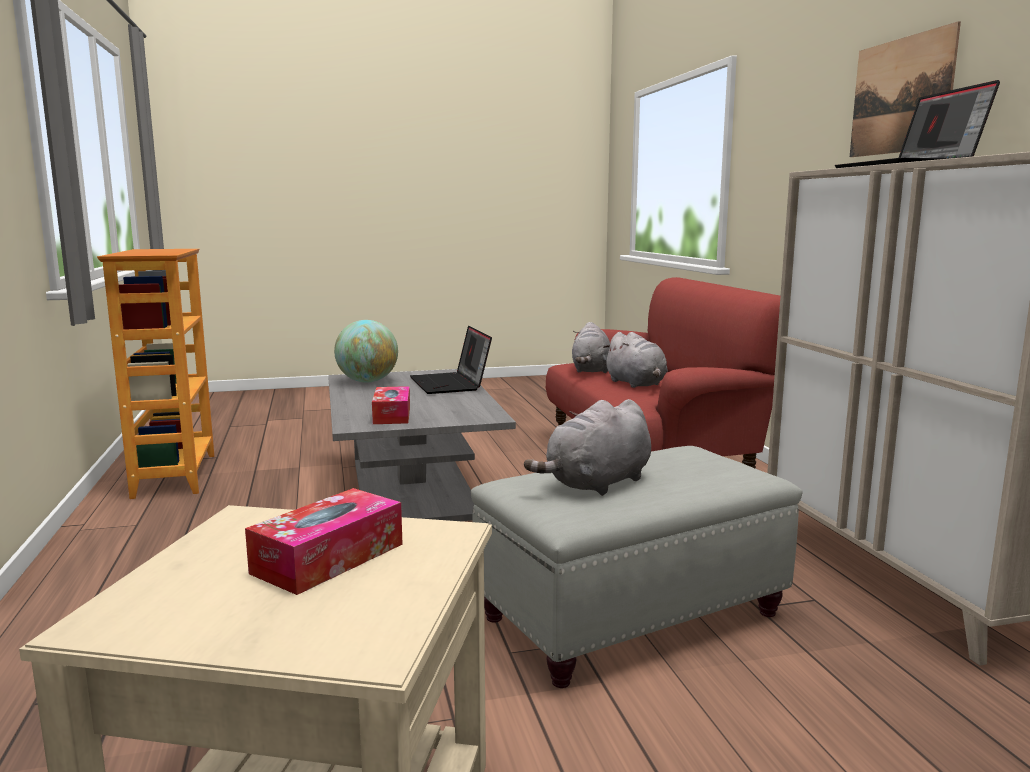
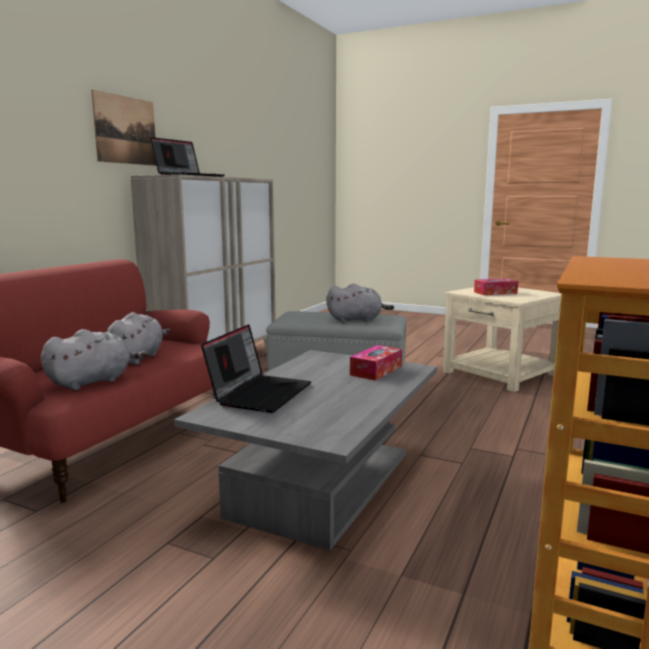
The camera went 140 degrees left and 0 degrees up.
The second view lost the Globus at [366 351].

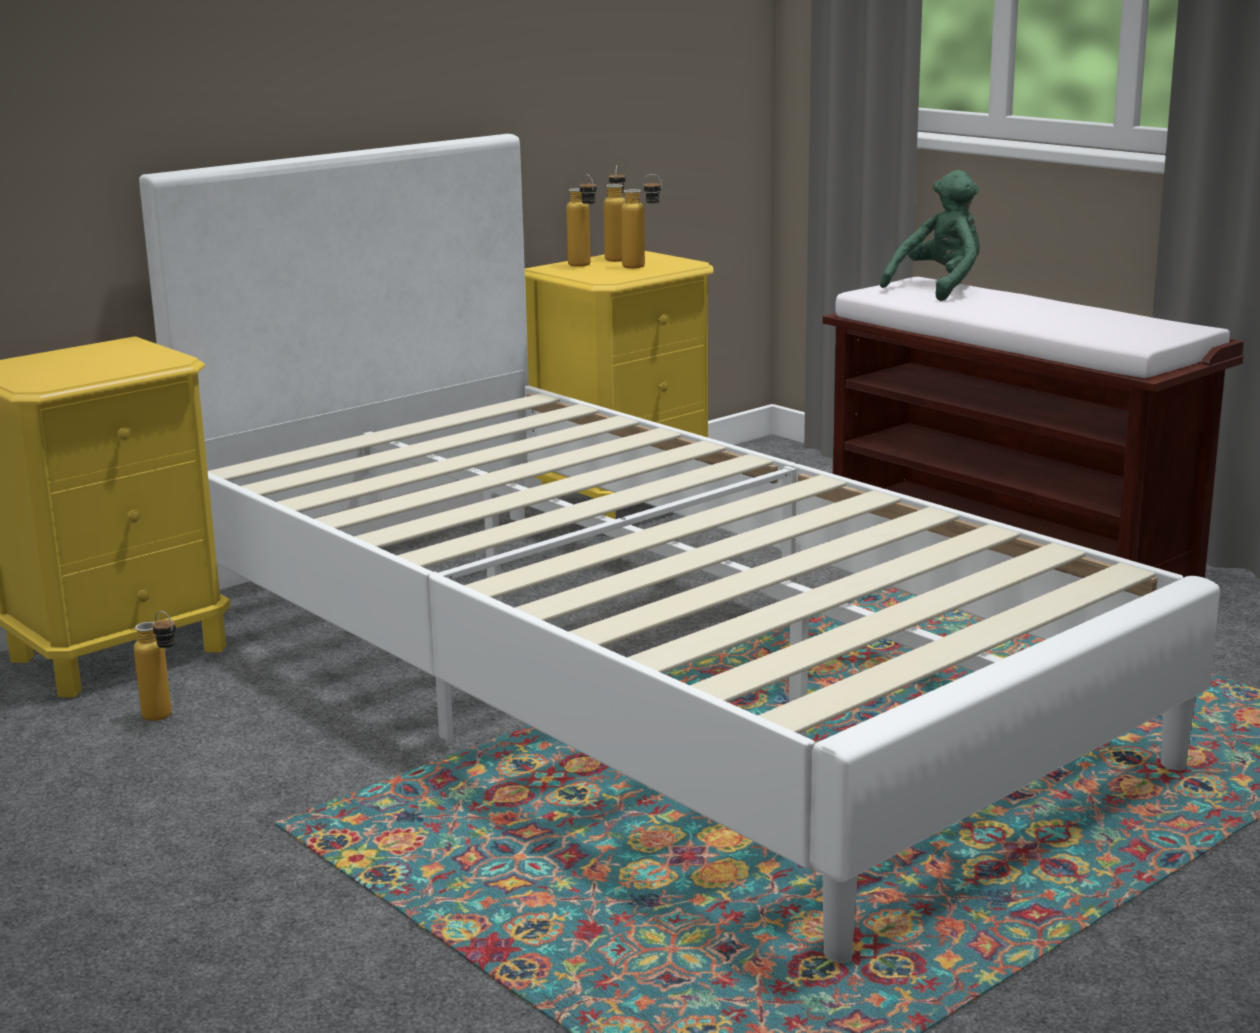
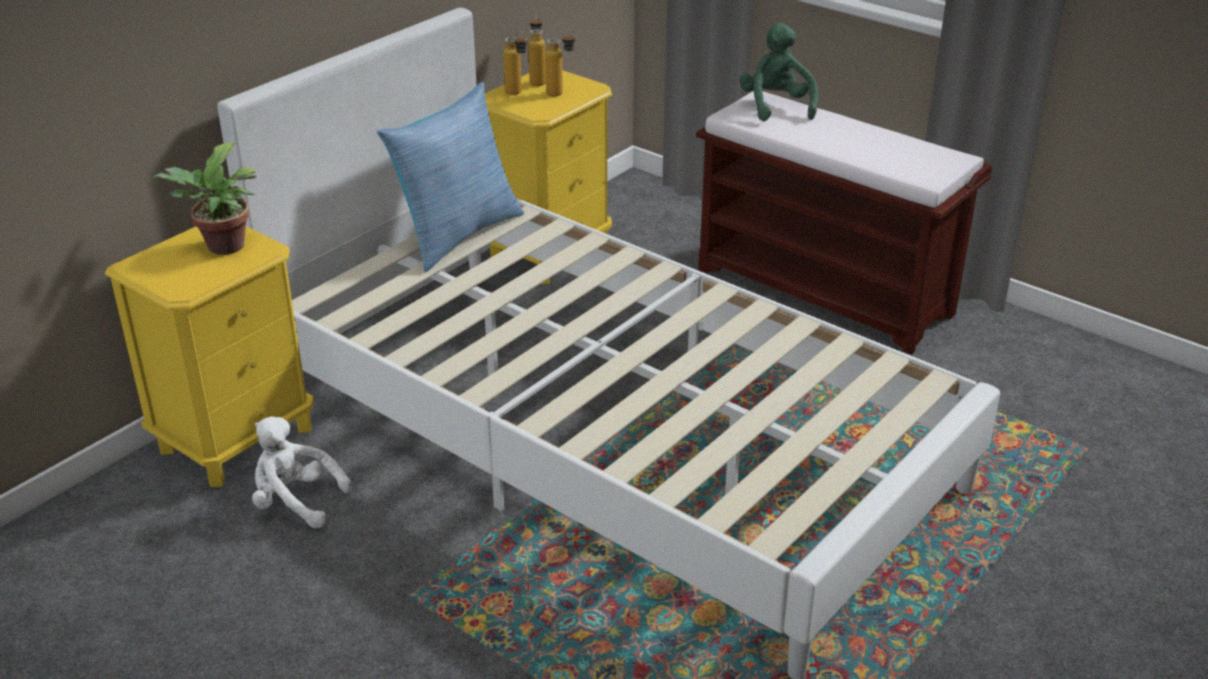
The camera went 10 degrees left and 15 degrees up.
The Plüschtier/grün at [930 235] ended up facing another way, 45 degrees counterclockwise from before.
Where the Flasche stood at [155 666], the Plüschtier/weiß came to stand at [302 472].
The second view gained the Kissen at [450 177].
The second view gained the Topfpflanze at [204 198].

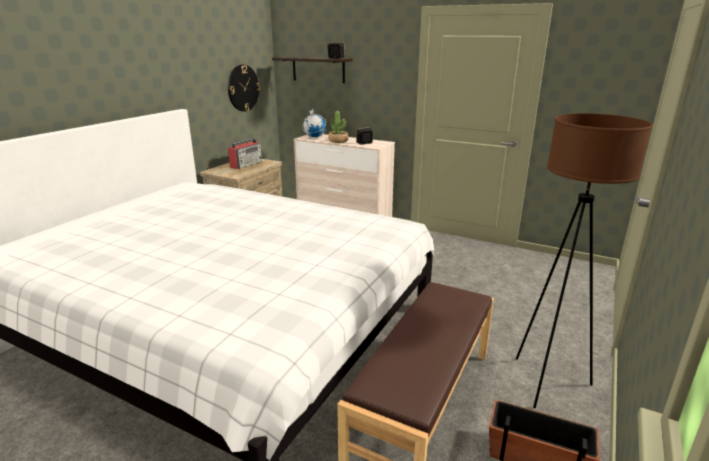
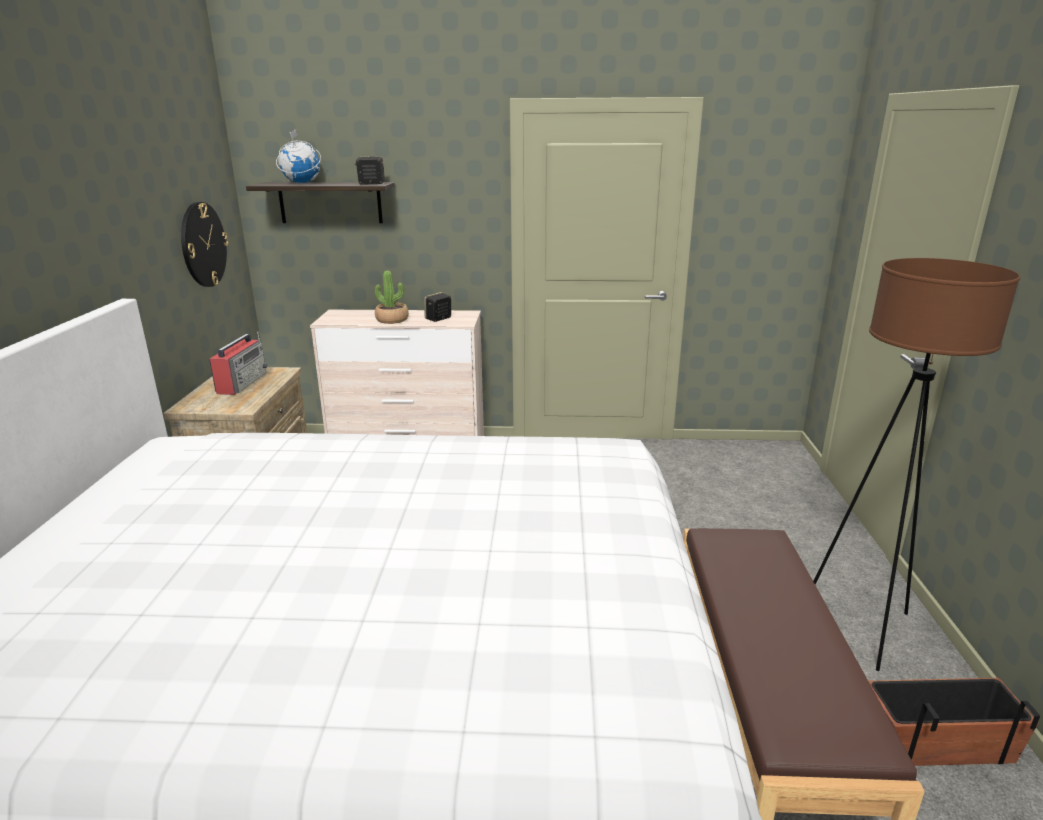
The camera went 25 degrees left and 0 degrees up.
The Globus ended up elsewhere, having gone from [314 123] to [298 156].

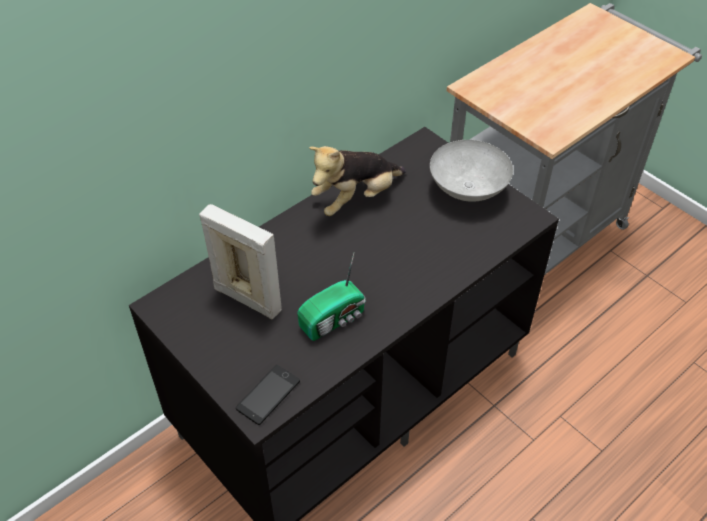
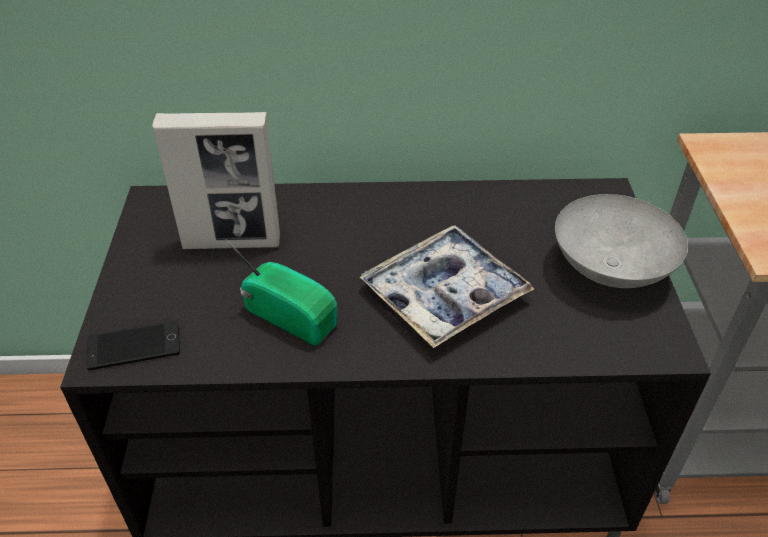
The camera went 40 degrees right and 5 degrees down.
The second view lost the Plüschtier at [357 181].
The Bilderrahmen at [240 262] ended up facing another way, 105 degrees clockwise from before.
The Radio at [331 297] ended up facing another way, 150 degrees counterclockwise from before.
The second view gained the Tablett at [447 286].

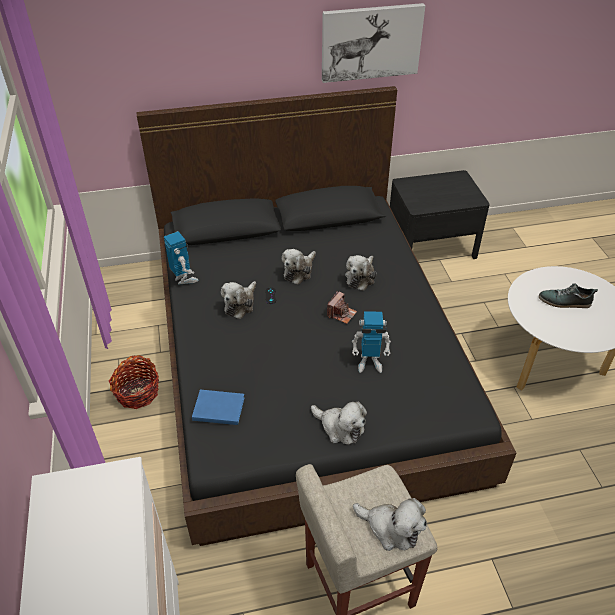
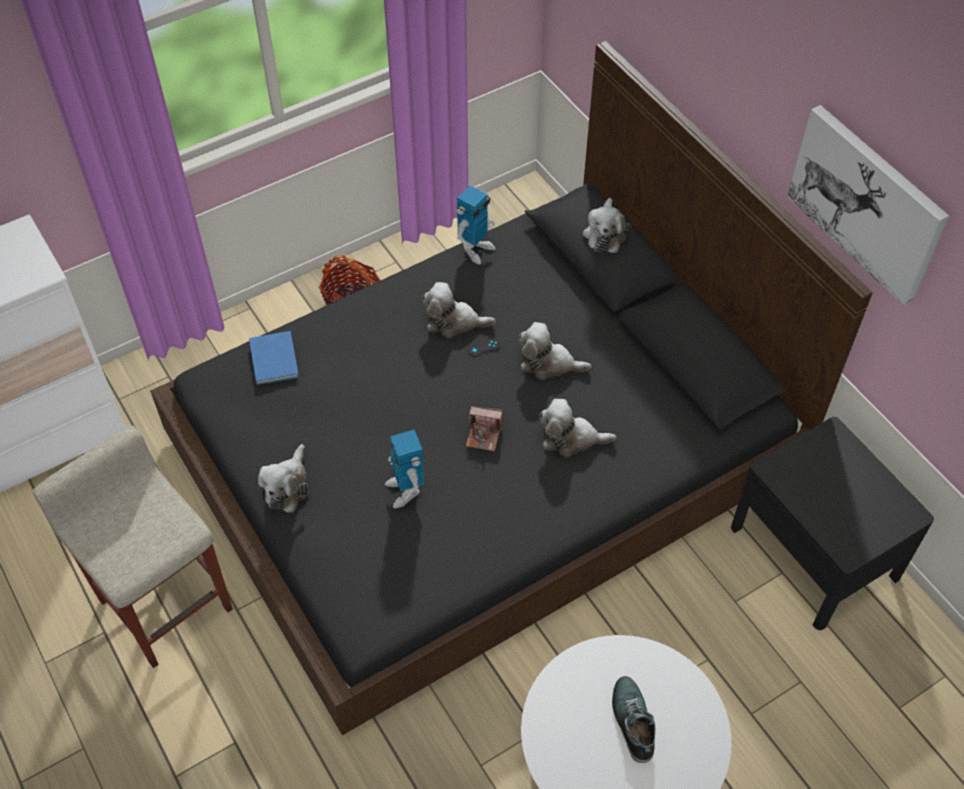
The camera went 70 degrees right and 10 degrees up.
The Plüschtier ended up elsewhere, having gone from [390 524] to [607 225].

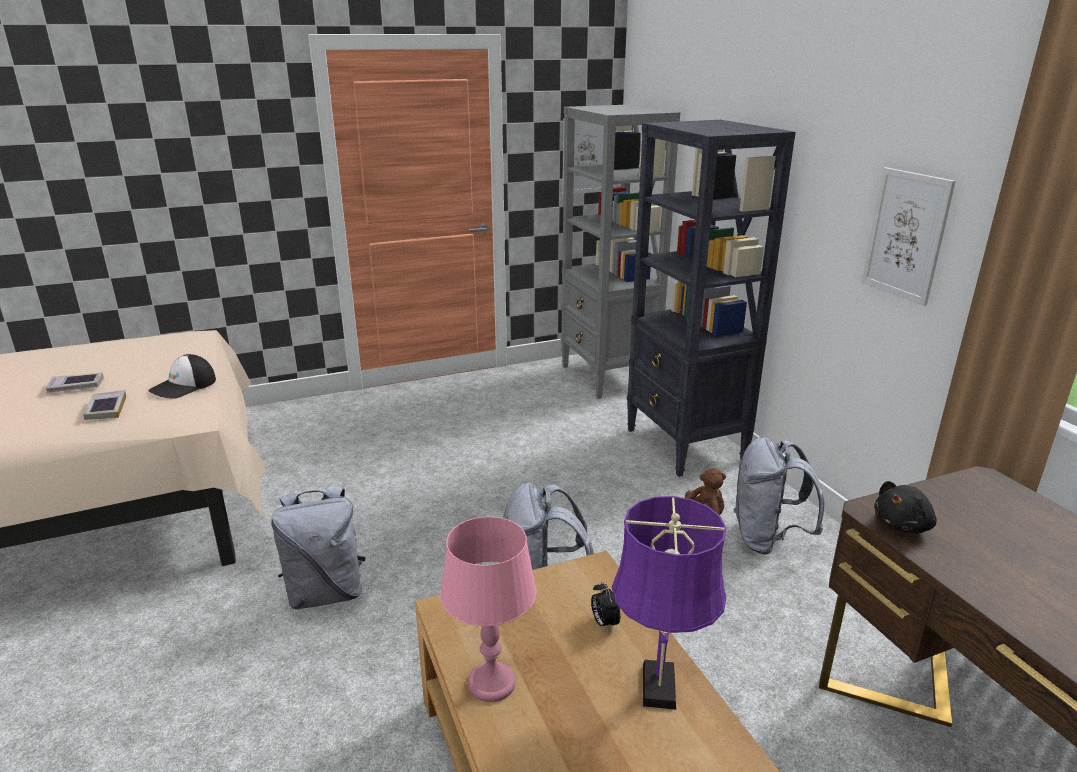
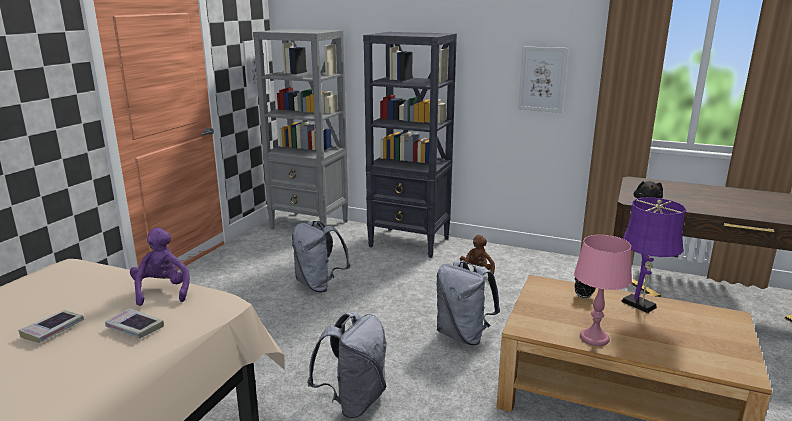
The camera went 45 degrees left and 5 degrees down.
Where the Kappe stood at [182 376], the Plüschtier/lila came to stand at [160 267].
The Rucksack/grau ended up elsewhere, having gone from [778 495] to [321 256].

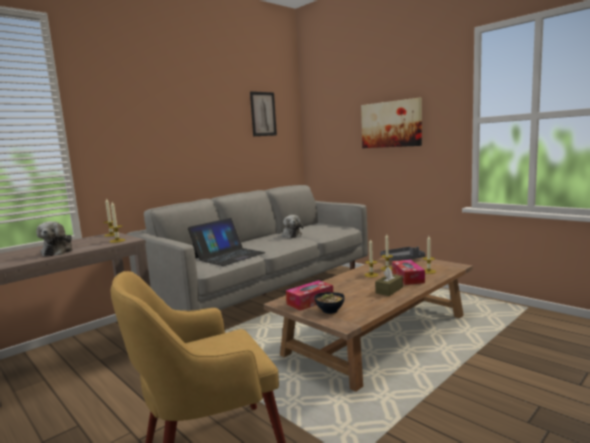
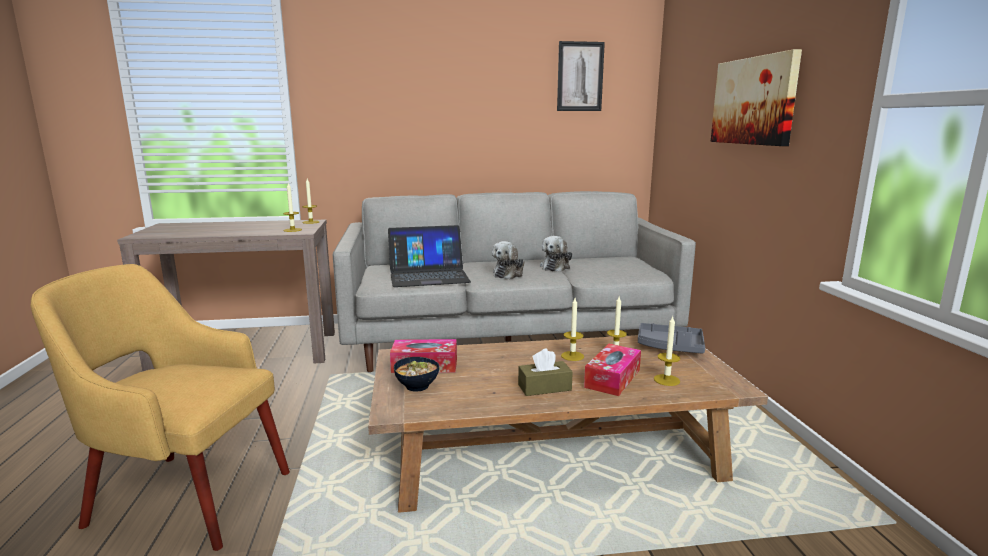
The camera went 35 degrees right and 5 degrees up.
The Plüschtier ended up elsewhere, having gone from [55 238] to [508 260].

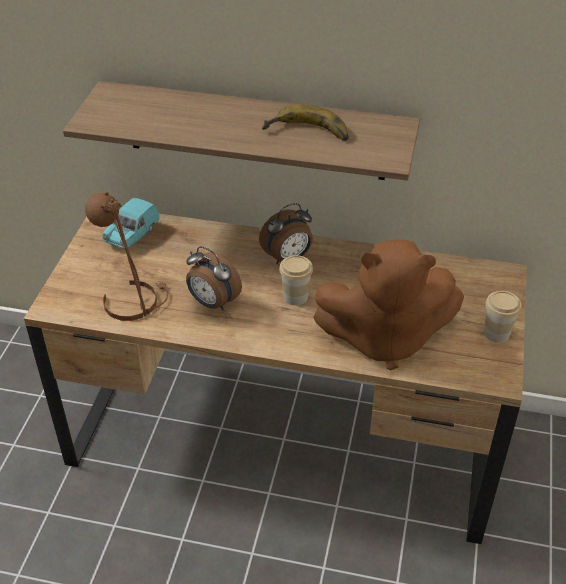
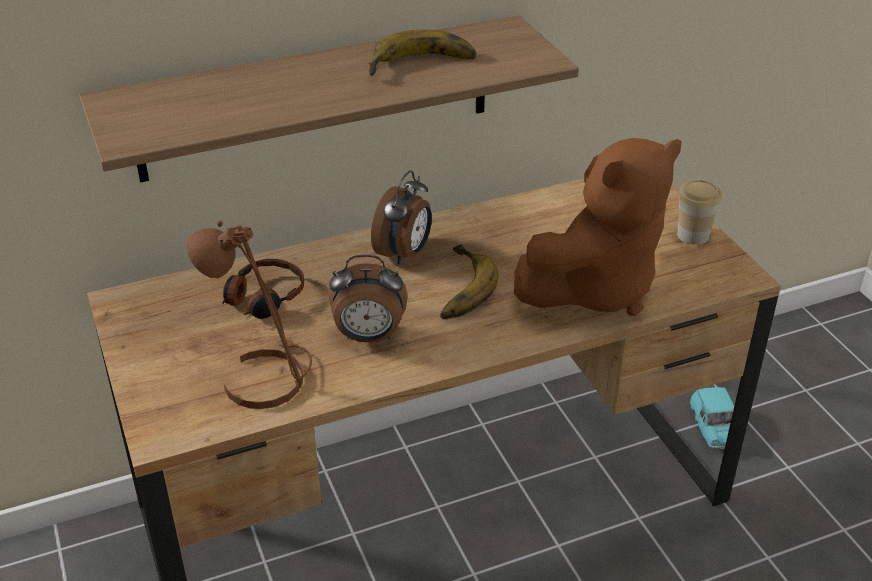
The camera went 35 degrees left and 5 degrees down.
The Spielzeugauto/türkis ended up elsewhere, having gone from [131 223] to [717 418].
Where the Tasse stood at [296 280], the Banane came to stand at [469 281].
The second view gained the Kopfhörer at [263 289].

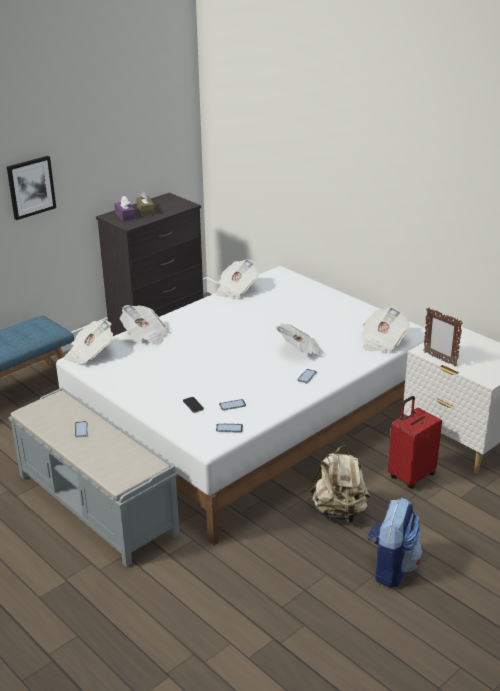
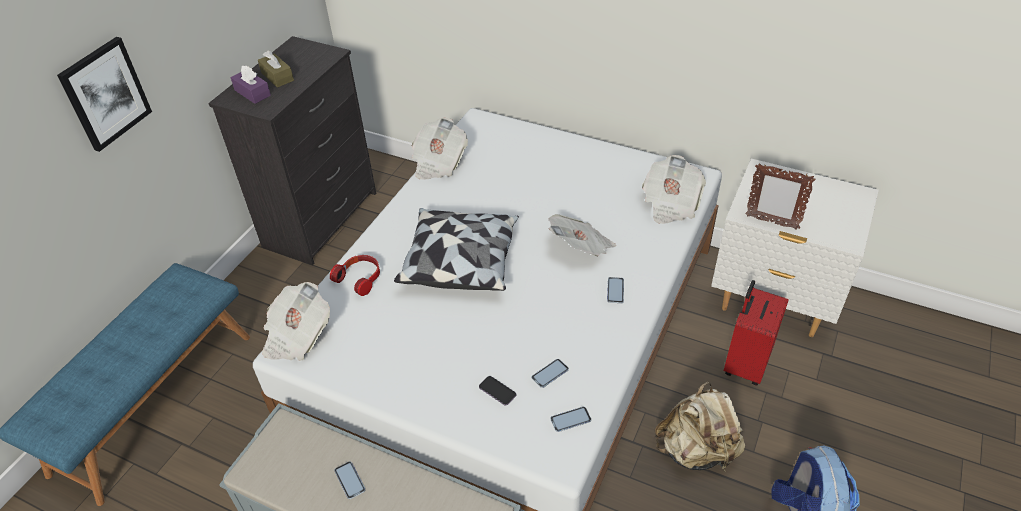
The camera went 20 degrees left and 15 degrees up.
Where the Zeitung stood at [144 325], the Kopfhörer came to stand at [355 275].
The second view gained the Kissen at [456 249].

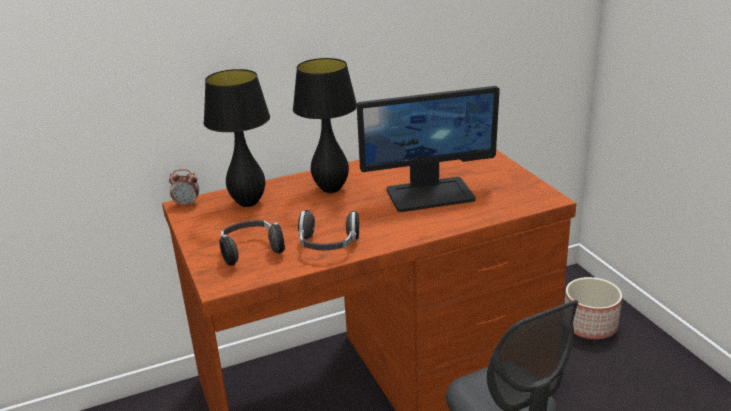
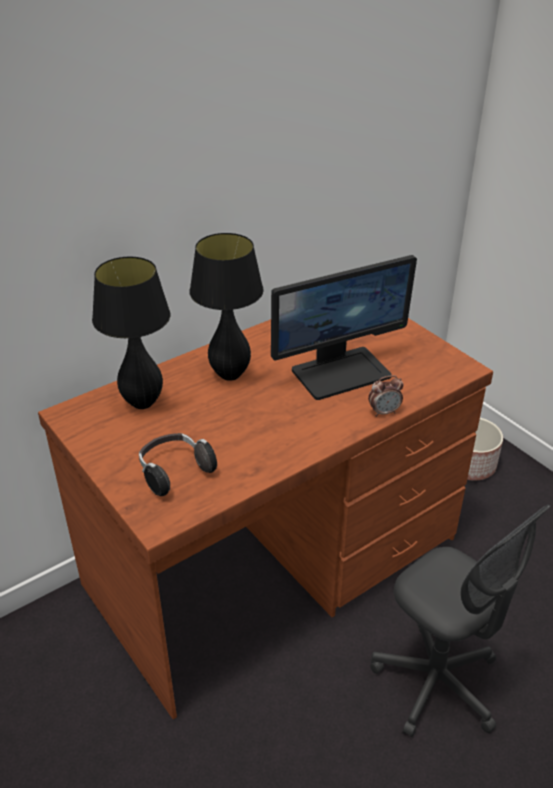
The camera went 15 degrees left and 10 degrees up.
The Wecker ended up elsewhere, having gone from [184 188] to [385 396].
The second view lost the Kopfhörer at [328 230].

